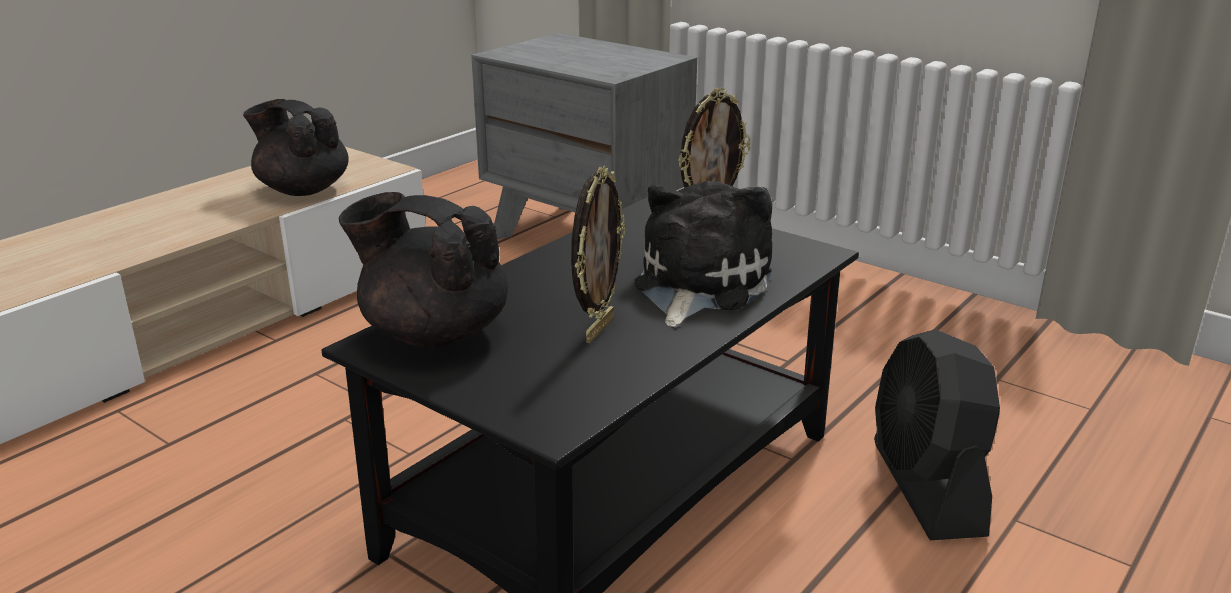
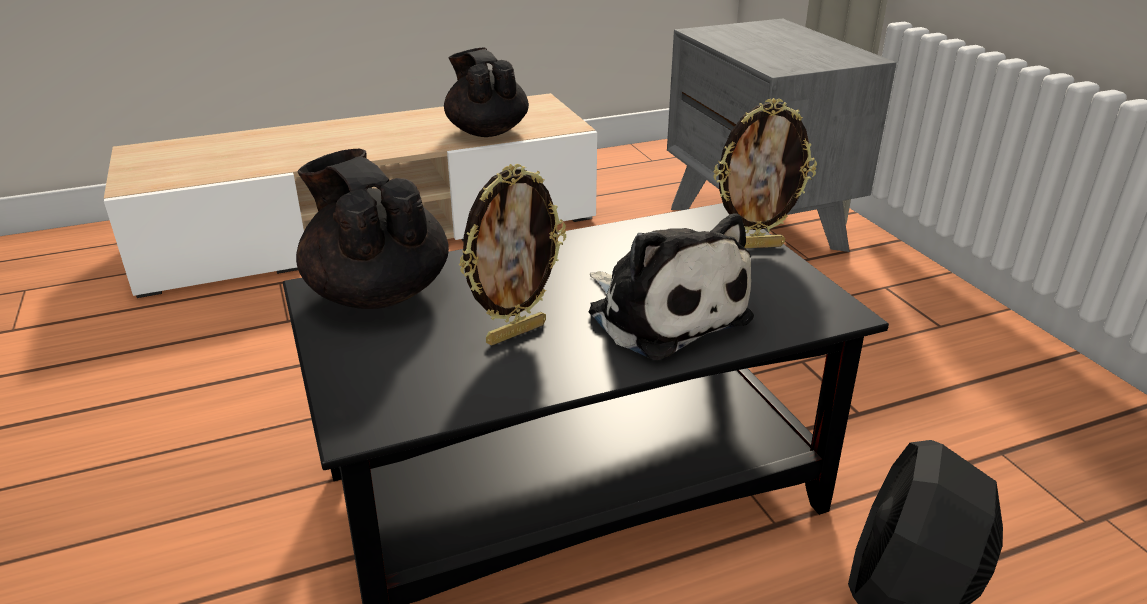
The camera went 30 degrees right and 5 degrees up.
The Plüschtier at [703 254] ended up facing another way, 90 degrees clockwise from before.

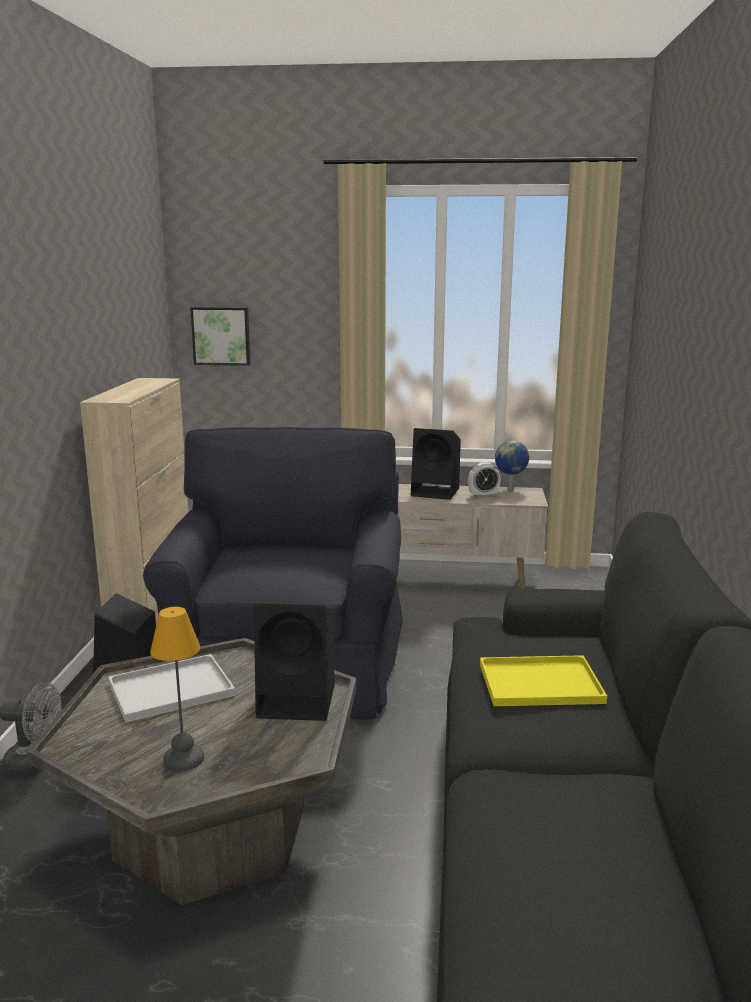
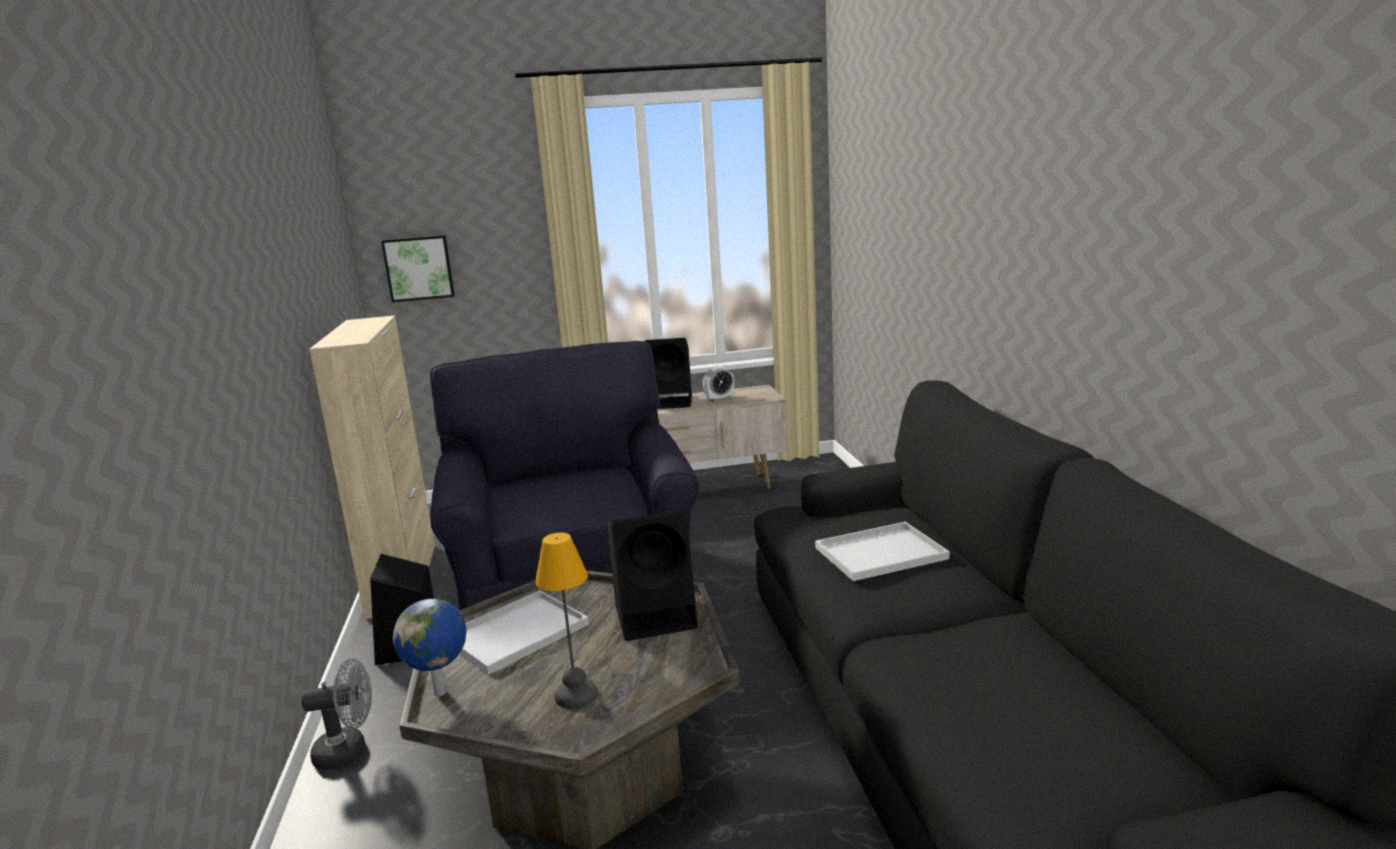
The camera went 15 degrees left and 0 degrees up.
The Globus ended up elsewhere, having gone from [512 465] to [429 647].
What was the Tablett/gelb at [543 680] turned into the Tablett/weiß at [882 551].

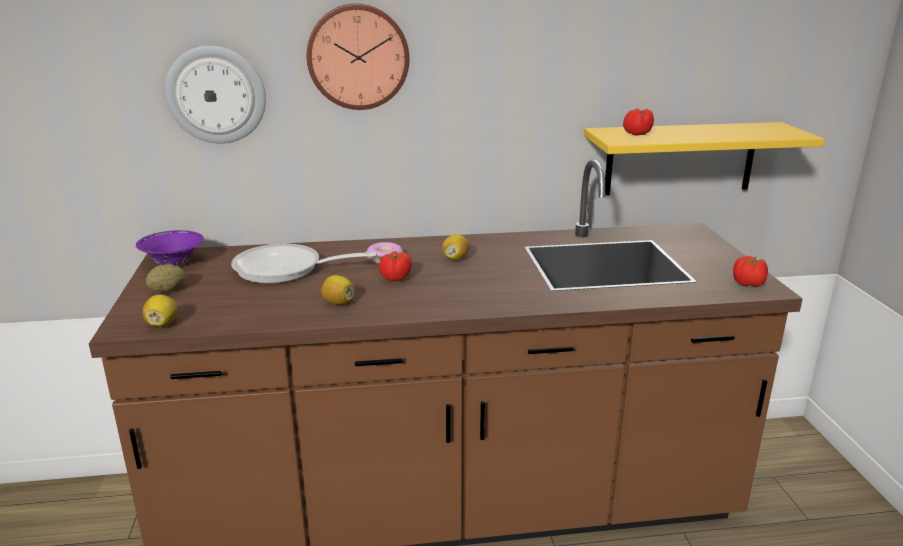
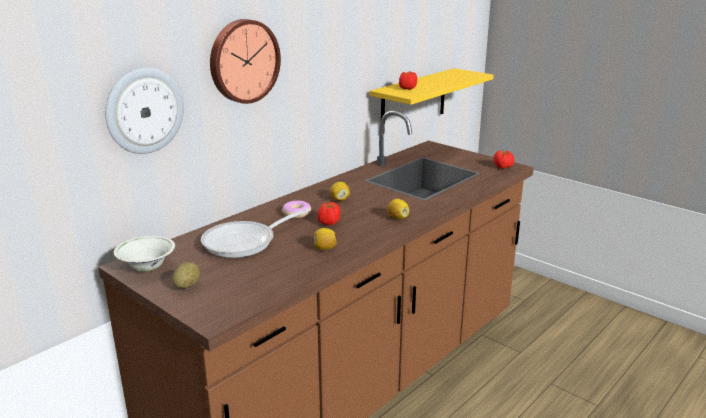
The camera went 40 degrees left and 0 degrees up.
What was the Schüssel/lila at [170 248] turned into the Schüssel/weiß at [144 254].
The Zitrone ended up elsewhere, having gone from [159 311] to [398 209].

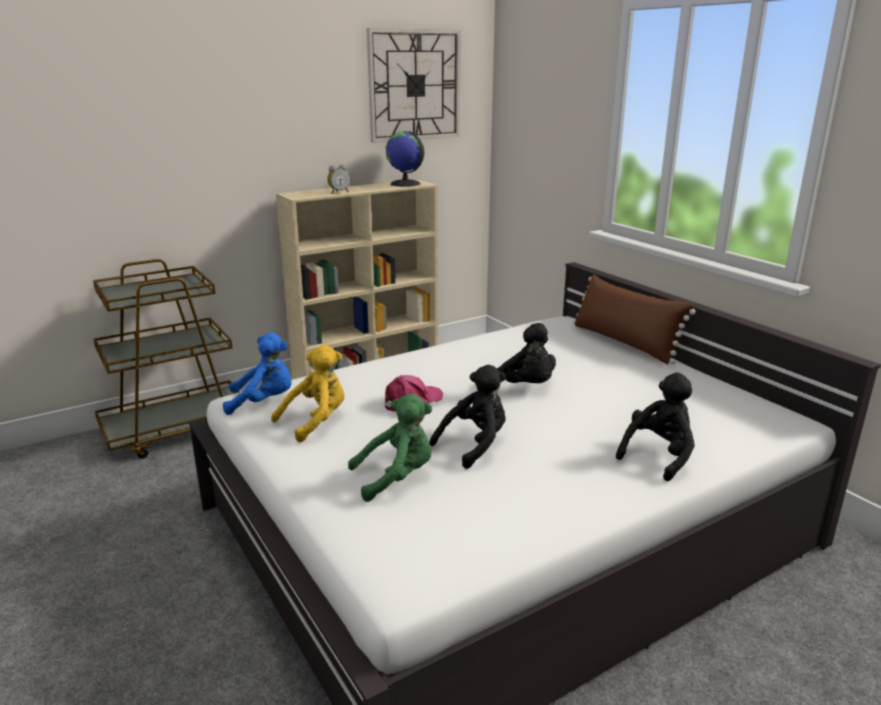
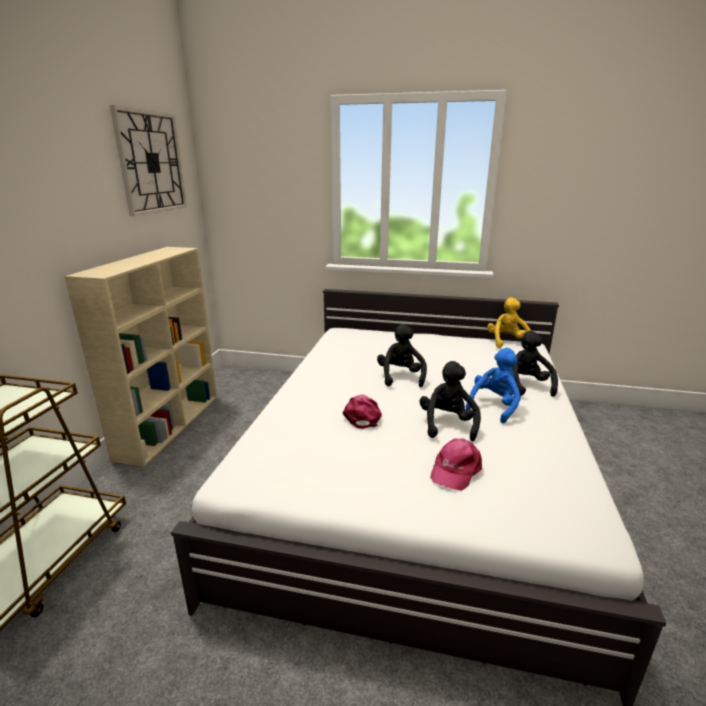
The camera went 45 degrees left and 0 degrees up.
The second view lost the Globus at [404 159].
The second view lost the Wecker at [338 179].
The second view lost the Kissen/braun at [634 319].
The Plüschtier/schwarz at [526 353] ended up facing another way, 90 degrees counterclockwise from before.
The Plüschtier/blau ended up elsewhere, having gone from [257 373] to [493 385].
The Plüschtier/gelb ended up elsewhere, having gone from [308 394] to [509 322].
Where the Plüschtier/grün stood at [390 448], the Kappe/rosa came to stand at [456 465].

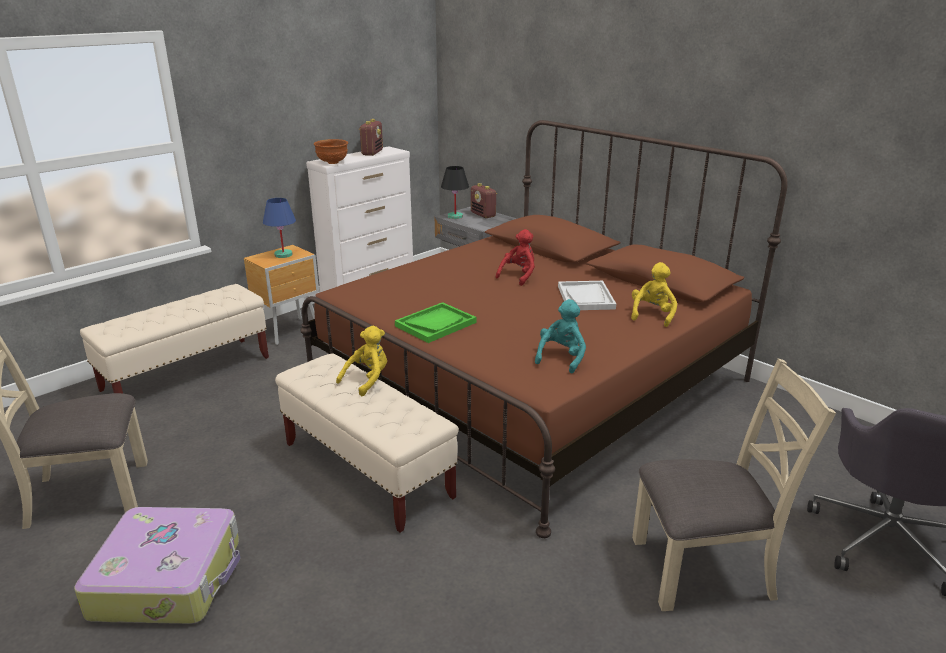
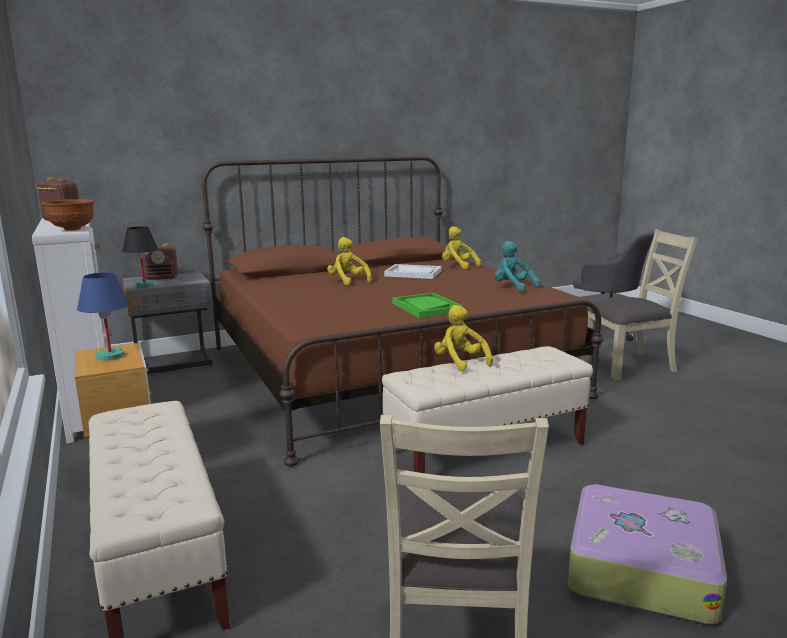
The camera went 70 degrees left and 10 degrees down.
What was the Plüschtier/rot at [515 257] turned into the Plüschtier/gelb at [349 261].
The Stuhl/beige at [734 484] ended up facing another way, 60 degrees clockwise from before.

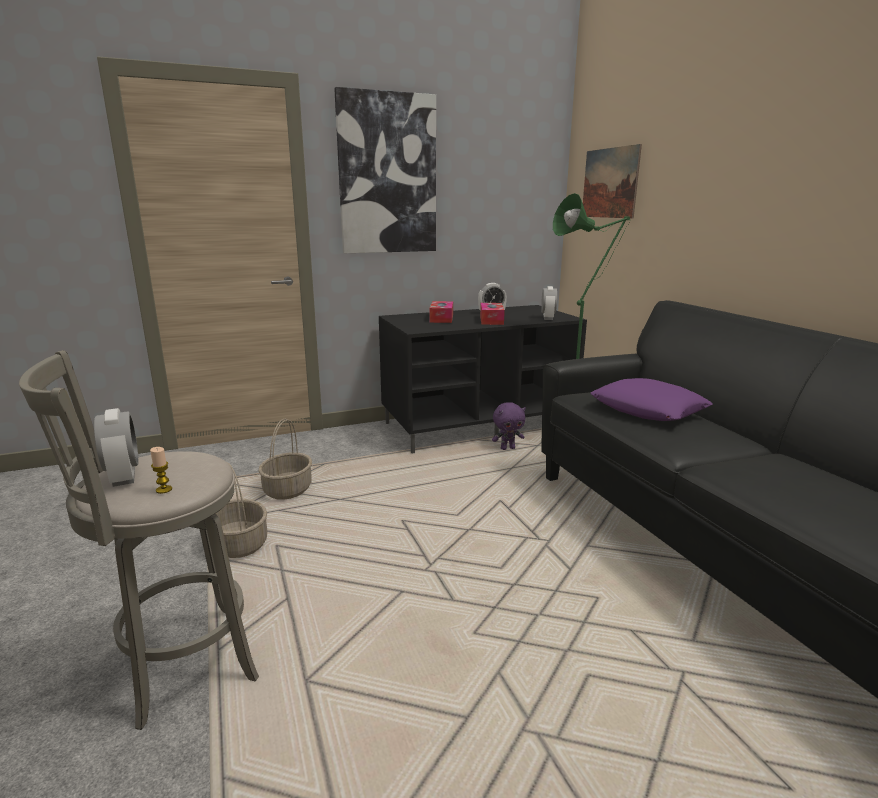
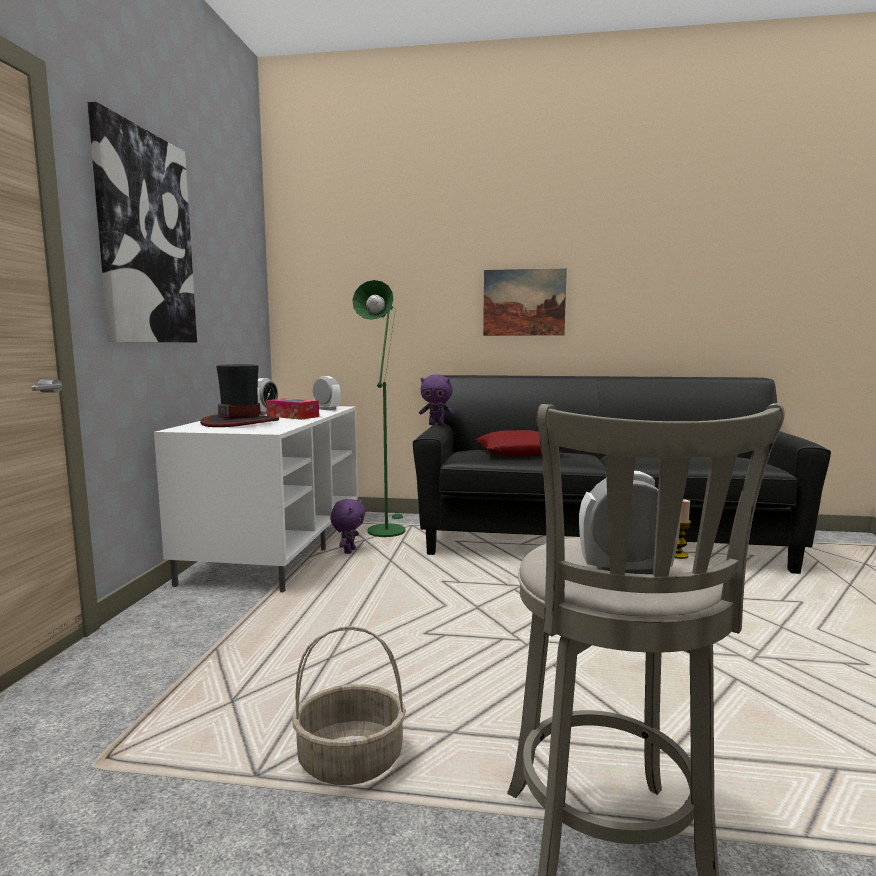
The camera went 60 degrees left and 10 degrees down.
The Bild ended up elsewhere, having gone from [612 181] to [525 302].
Where the Taschentuchbox stood at [441 312], the Hut came to stand at [239 395].
What was the Fernsehschrank/schwarz at [483 379] turned into the Fernsehschrank/weiß at [256 499].
What was the Kissen/lila at [651 399] turned into the Kissen/rot at [520 443].
The second view lost the Korb at [285 459].
The second view gained the Plüschtier/lila at [436 400].

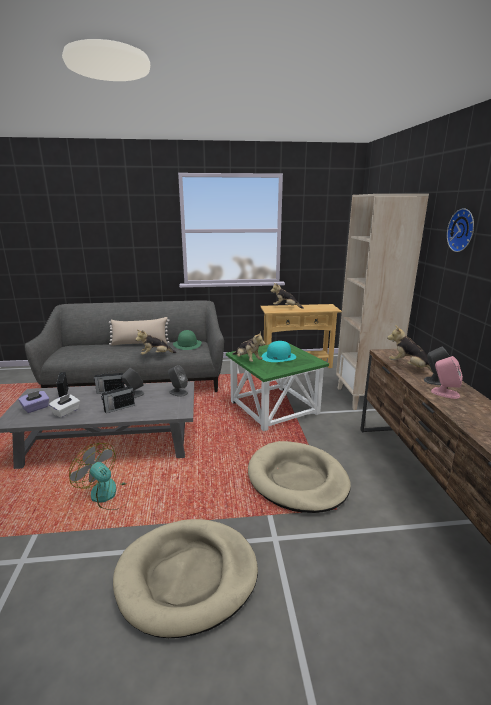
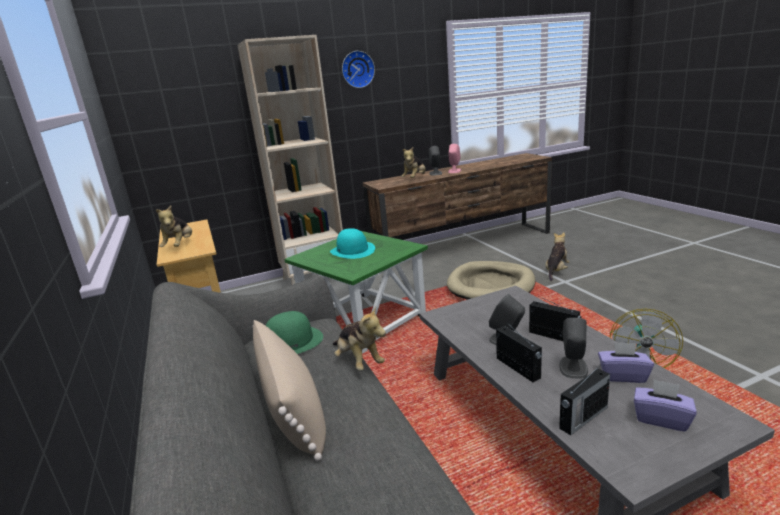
The camera went 105 degrees left and 0 degrees up.
The Plüschtier ended up elsewhere, having gone from [248 347] to [557 257].
The Lautsprecher/grau ended up elsewhere, having gone from [178 381] to [574 348].
What was the Taschentuchbox/weiß at [64 406] turned into the Taschentuchbox/lila at [626 362].
The second view lost the Hundebett/beige at [185 578].

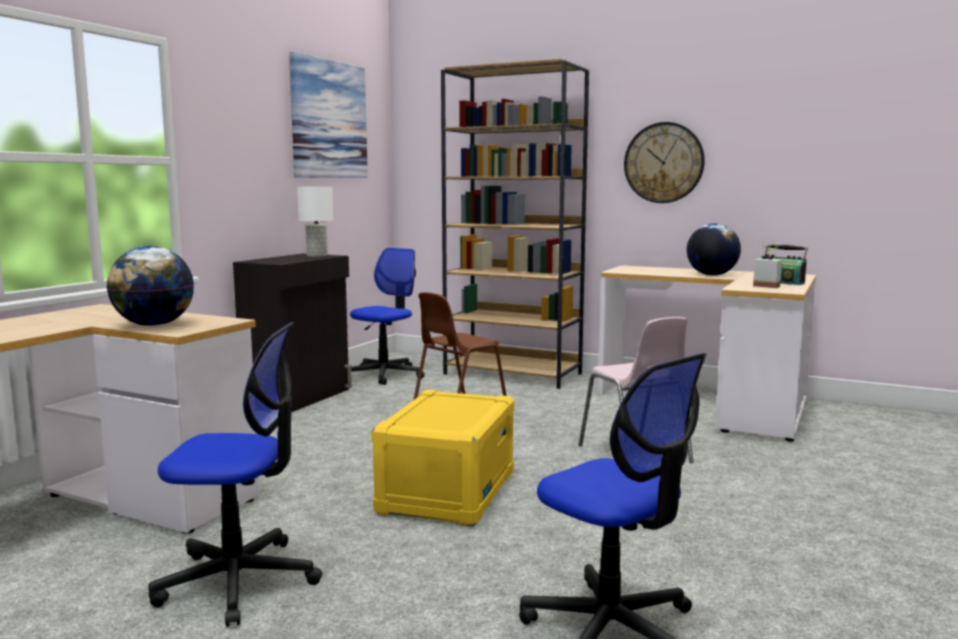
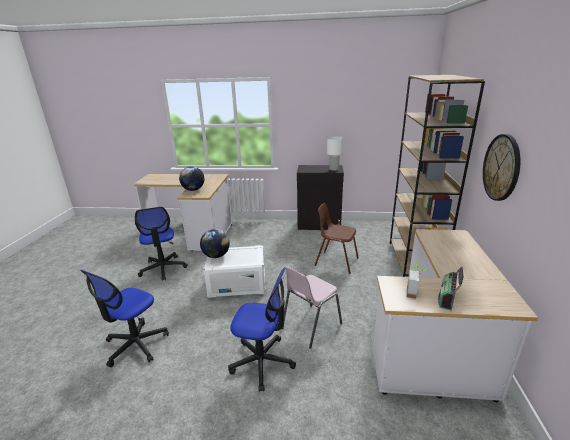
The camera went 70 degrees right and 15 degrees up.
The second view lost the Bild at [328 114].
The Globus ended up elsewhere, having gone from [714 249] to [215 243].
The Bürostuhl ended up elsewhere, having gone from [387 316] to [262 330].
What was the Aufbewahrungsbox/gelb at [442 458] turned into the Aufbewahrungsbox/weiß at [234 271].

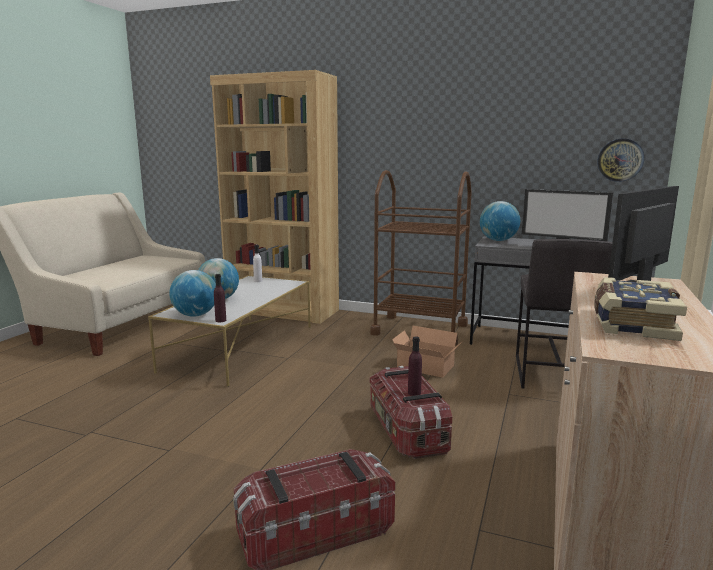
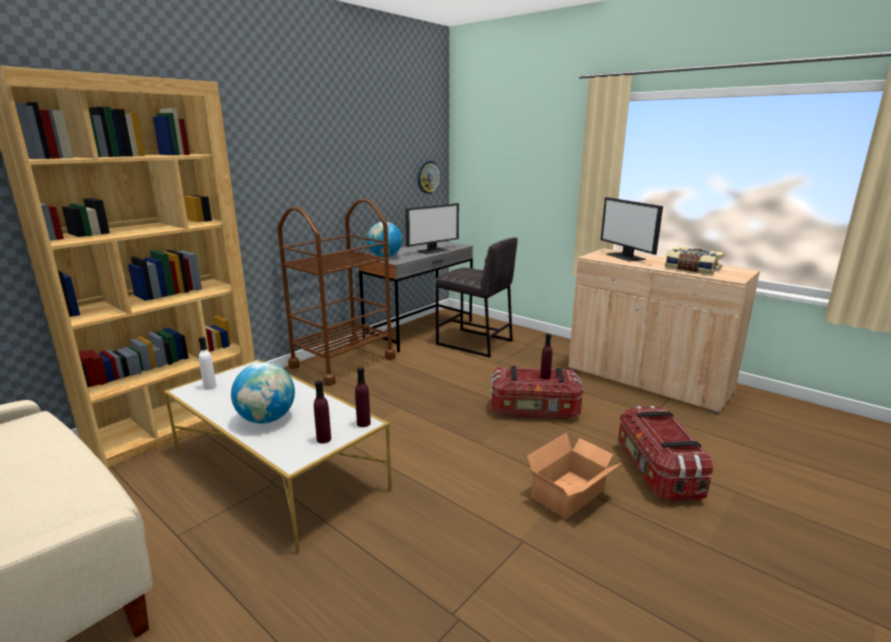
The camera went 70 degrees left and 5 degrees up.
Where the Globus stood at [192 293], the Flasche/lila came to stand at [322 411].
The Karton ended up elsewhere, having gone from [427 352] to [574 475].

